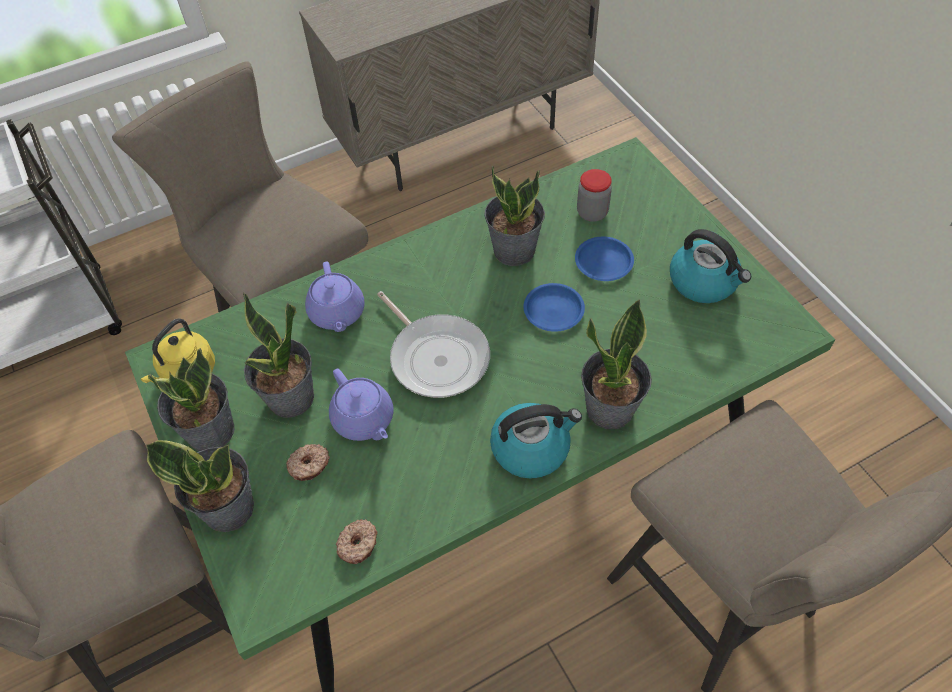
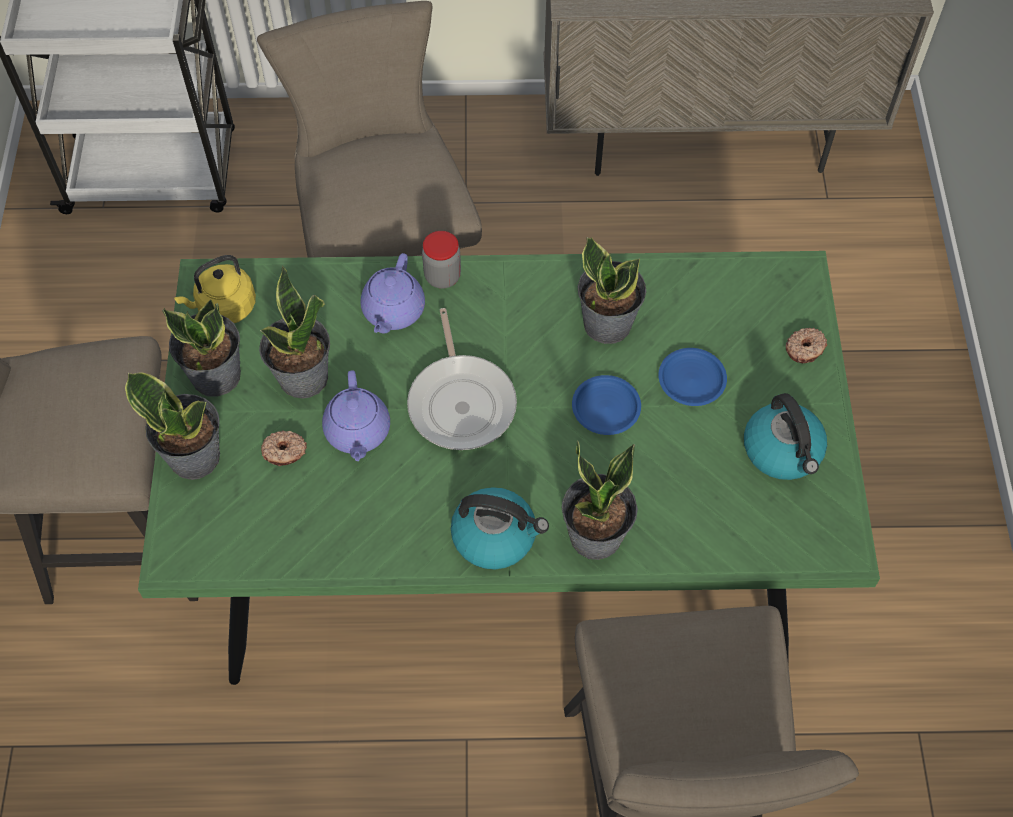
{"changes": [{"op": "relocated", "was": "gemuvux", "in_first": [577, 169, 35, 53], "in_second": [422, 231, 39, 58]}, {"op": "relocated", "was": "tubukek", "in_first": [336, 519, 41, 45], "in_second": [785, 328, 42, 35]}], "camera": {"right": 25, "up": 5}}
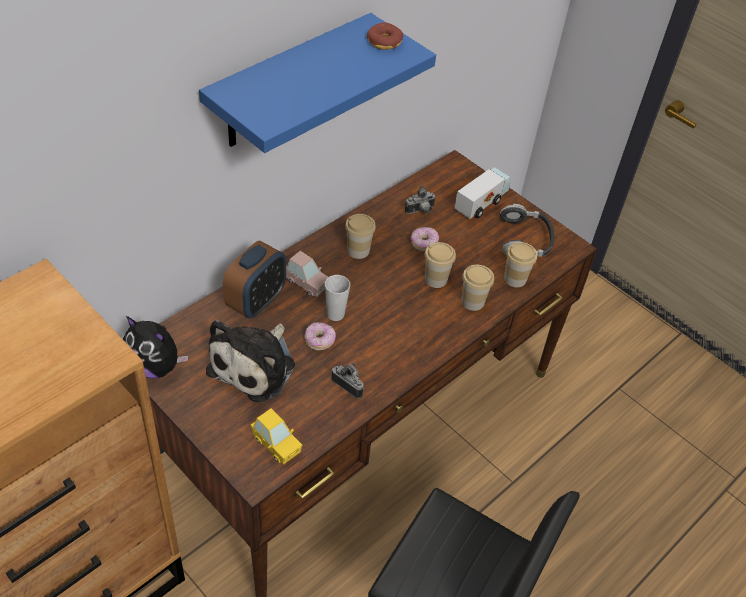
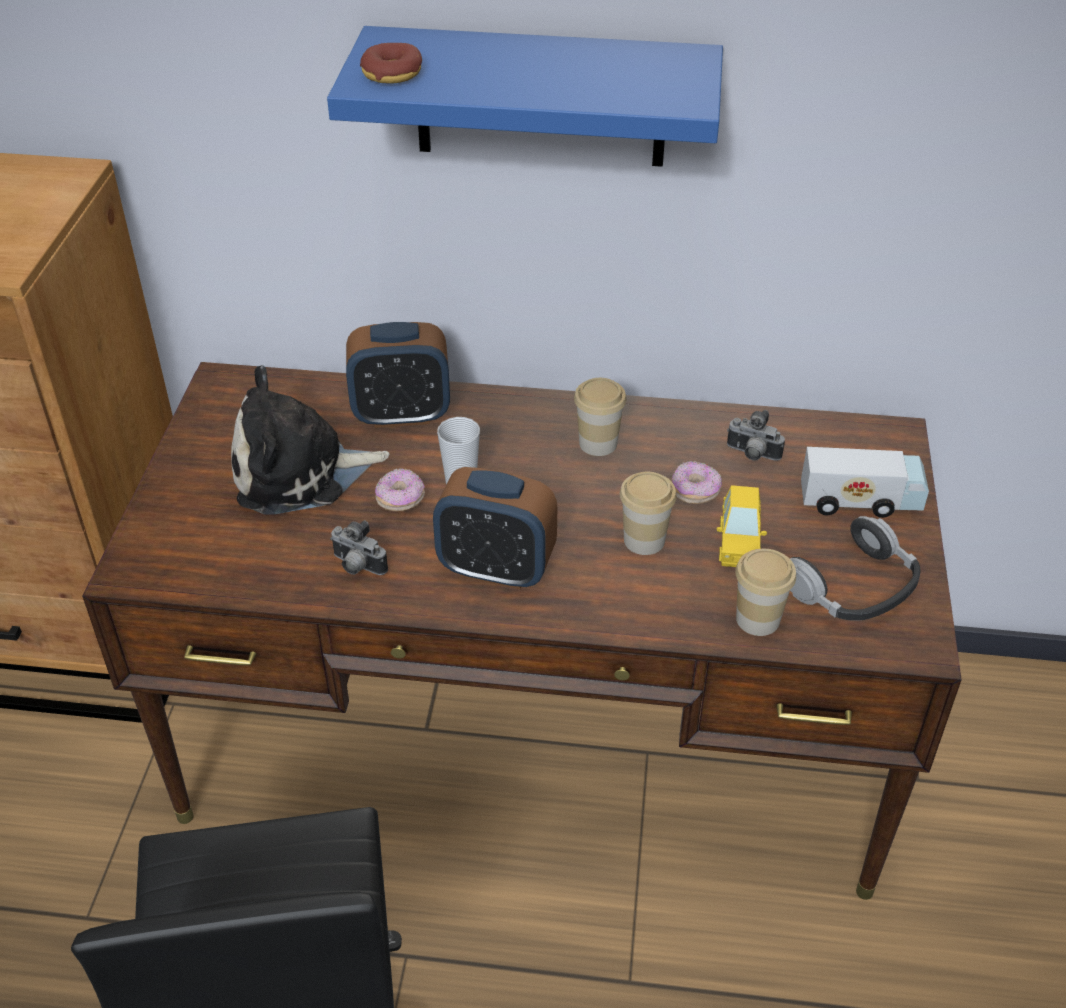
{"changes": [{"op": "spun", "was": "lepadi", "in_first": [331, 362, 33, 37], "in_second": [330, 520, 58, 55], "clockwise": 120}, {"op": "relocated", "was": "tubukek", "in_first": [367, 22, 36, 28], "in_second": [360, 43, 62, 40]}, {"op": "appeared", "now": "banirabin", "in_second": [433, 467, 124, 122]}, {"op": "relocated", "was": "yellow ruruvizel", "in_first": [250, 409, 52, 56], "in_second": [716, 485, 51, 82]}, {"op": "missing", "was": "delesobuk", "in_first": [123, 316, 65, 63]}, {"op": "missing", "was": "pink ruruvizel", "in_first": [286, 251, 42, 46]}, {"op": "missing", "was": "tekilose", "in_first": [461, 265, 33, 46]}], "camera": {"right": 55, "up": -5}}
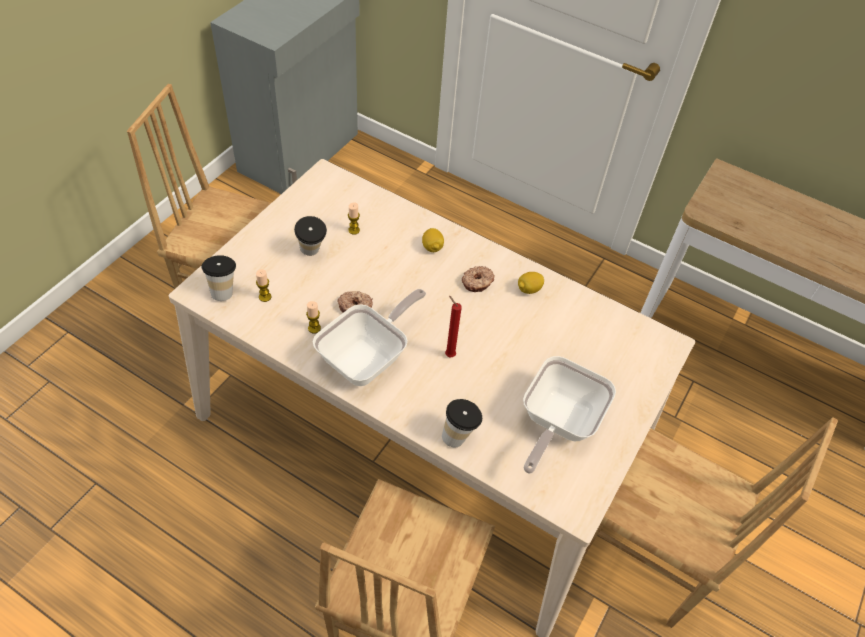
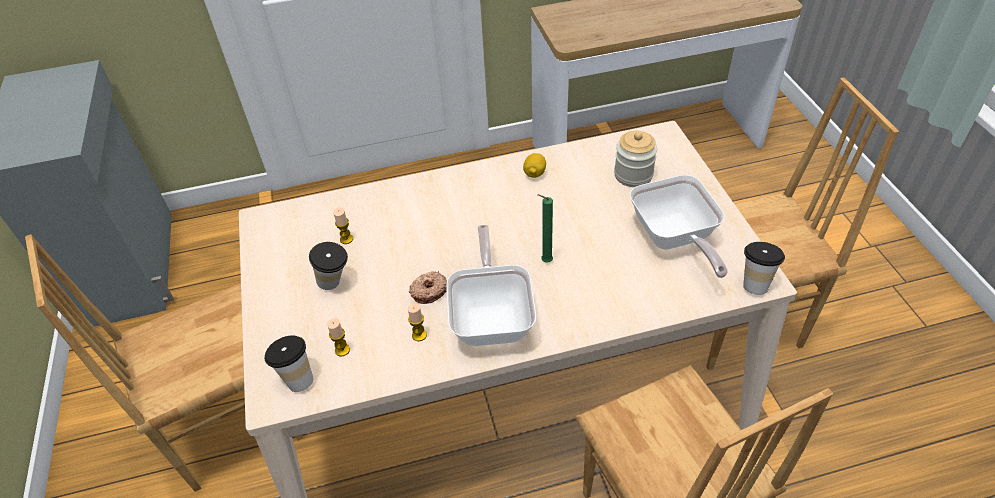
{"changes": [{"op": "colour", "was": "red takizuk", "now": "green takizuk", "in_first": [445, 296, 17, 61], "in_second": [538, 194, 15, 69]}, {"op": "appeared", "now": "gemuvux", "in_second": [614, 131, 43, 56]}, {"op": "relocated", "was": "tekilose", "in_first": [442, 399, 40, 48], "in_second": [743, 242, 42, 53]}, {"op": "missing", "was": "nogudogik", "in_first": [422, 228, 22, 24]}, {"op": "missing", "was": "tubukek", "in_first": [462, 266, 33, 26]}], "camera": {"right": -40, "up": -5}}
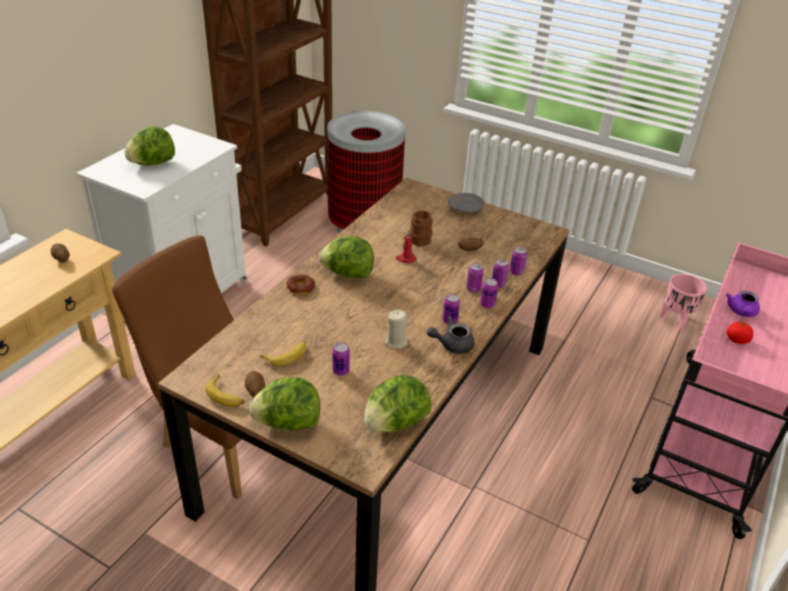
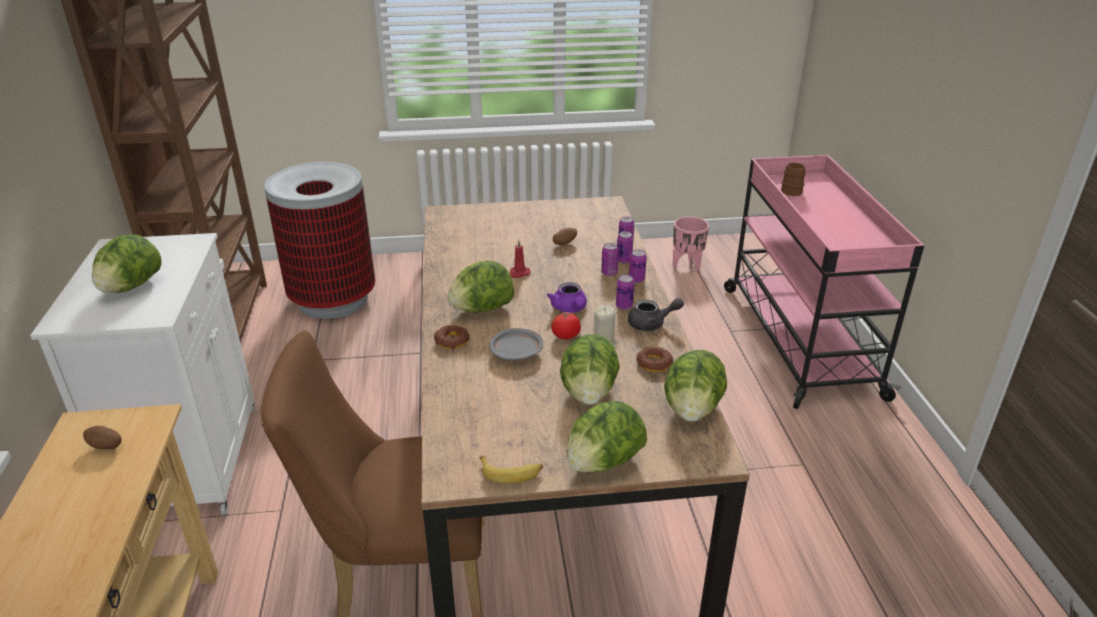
{"changes": [{"op": "relocated", "was": "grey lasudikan", "in_first": [448, 193, 37, 19], "in_second": [489, 328, 54, 32]}, {"op": "relocated", "was": "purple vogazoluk", "in_first": [726, 291, 34, 26], "in_second": [547, 282, 40, 31]}, {"op": "relocated", "was": "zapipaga", "in_first": [727, 320, 26, 24], "in_second": [551, 312, 30, 27]}, {"op": "exchanged", "was": "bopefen", "now": "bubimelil", "in_first": [332, 342, 18, 34], "in_second": [560, 334, 60, 71]}, {"op": "spun", "was": "grey vogazoluk", "in_first": [427, 317, 48, 37], "in_second": [628, 298, 56, 33], "clockwise": -135}, {"op": "appeared", "now": "tubukek", "in_second": [637, 347, 36, 25]}, {"op": "relocated", "was": "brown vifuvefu", "in_first": [410, 210, 23, 36], "in_second": [781, 162, 25, 34]}, {"op": "missing", "was": "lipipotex", "in_first": [245, 371, 20, 27]}, {"op": "missing", "was": "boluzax", "in_first": [260, 341, 46, 26]}], "camera": {"right": -35, "up": -5}}
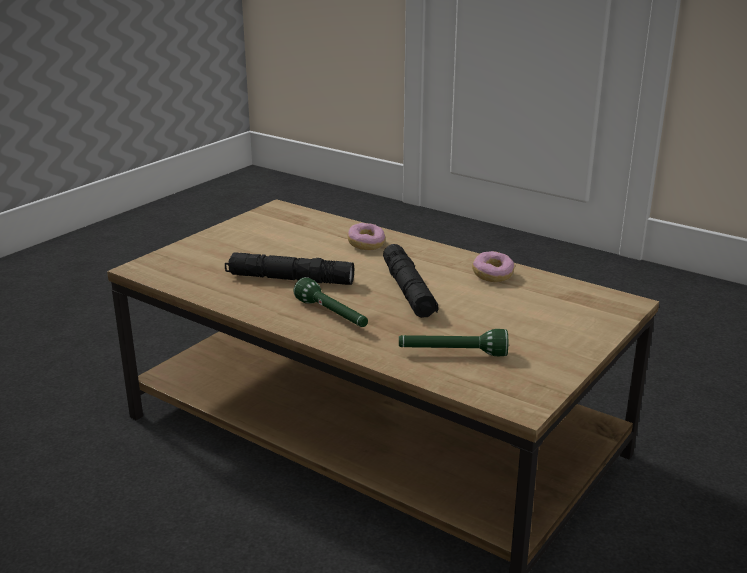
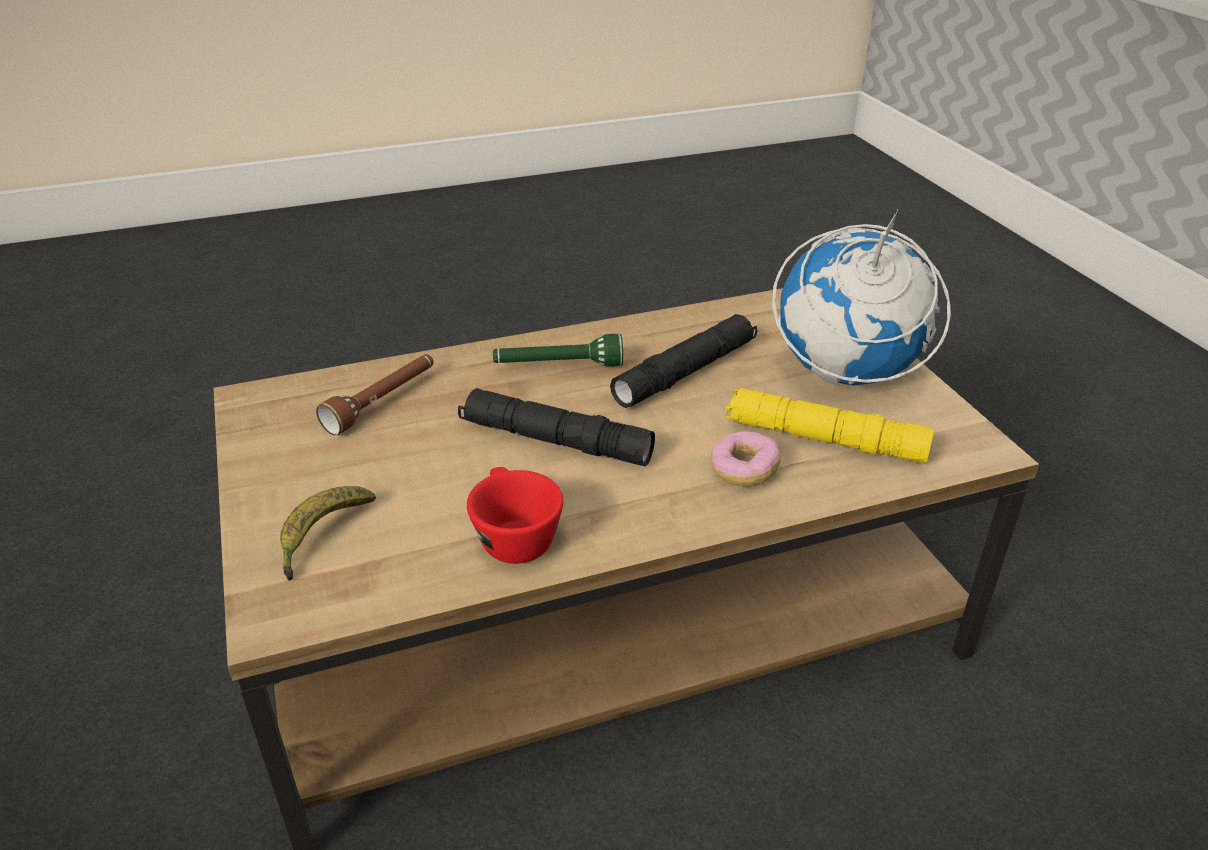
{"changes": [{"op": "appeared", "now": "boluzax", "in_second": [280, 486, 96, 95]}, {"op": "colour", "was": "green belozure", "now": "brown belozure", "in_first": [399, 329, 109, 27], "in_second": [316, 354, 118, 81]}, {"op": "exchanged", "was": "tubukek", "now": "red tekilose", "in_first": [472, 251, 43, 31], "in_second": [467, 467, 96, 97]}, {"op": "appeared", "now": "yellow belozure", "in_second": [725, 388, 209, 76]}, {"op": "appeared", "now": "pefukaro", "in_second": [772, 206, 179, 180]}], "camera": {"right": 125, "up": 10}}
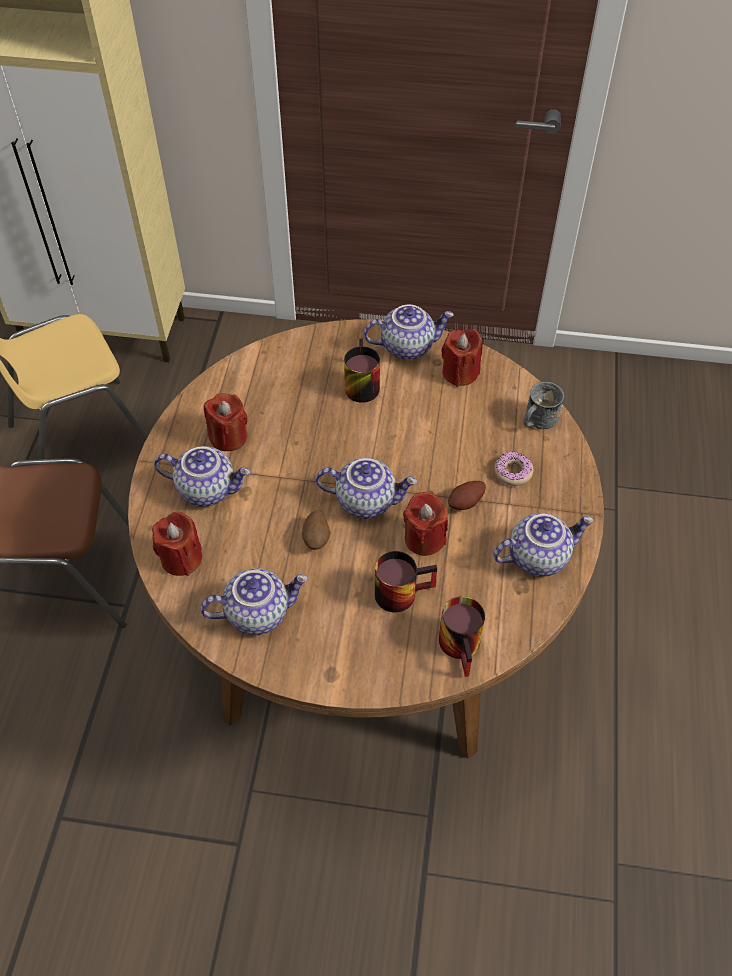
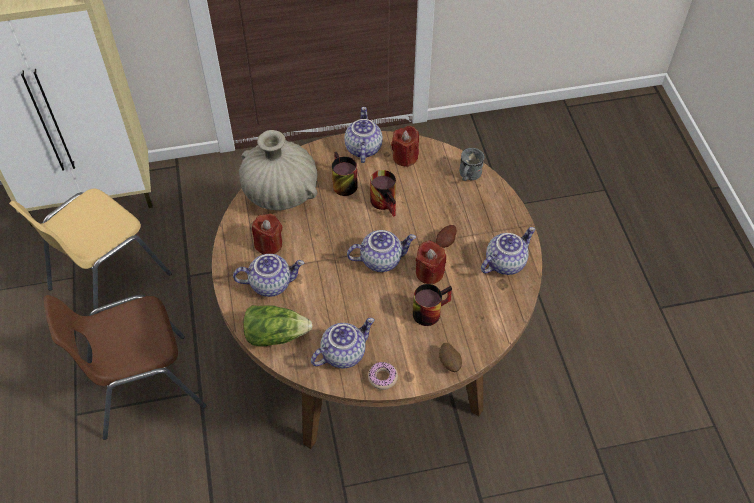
{"changes": [{"op": "appeared", "now": "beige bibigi", "in_second": [239, 130, 79, 80]}, {"op": "exchanged", "was": "red takizuk", "now": "bubimelil", "in_first": [152, 512, 50, 64], "in_second": [243, 305, 70, 42]}, {"op": "spun", "was": "vogazoluk", "in_first": [364, 305, 90, 55], "in_second": [345, 107, 38, 56], "clockwise": -60}, {"op": "relocated", "was": "tubukek", "in_first": [494, 452, 39, 34], "in_second": [368, 362, 30, 28]}, {"op": "relocated", "was": "vifuvefu", "in_first": [439, 596, 46, 81], "in_second": [370, 170, 26, 47]}, {"op": "relocated", "was": "lipipotex", "in_first": [302, 510, 28, 40], "in_second": [439, 343, 23, 29]}], "camera": {"right": -20, "up": 0}}
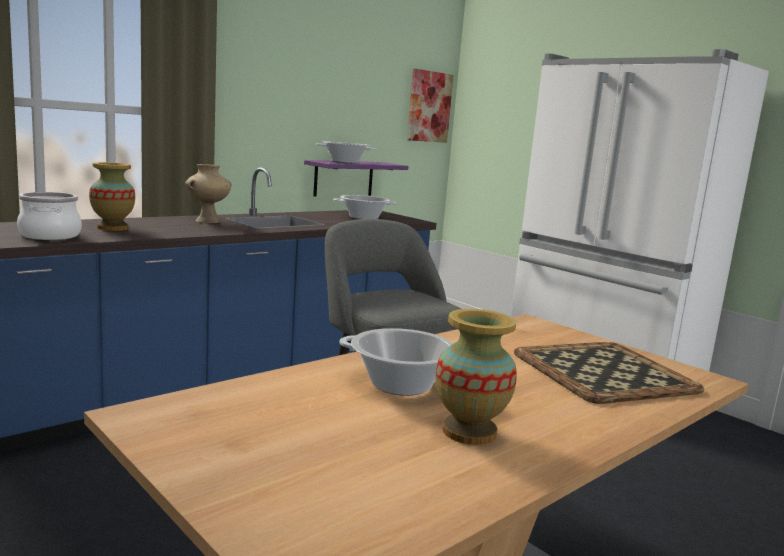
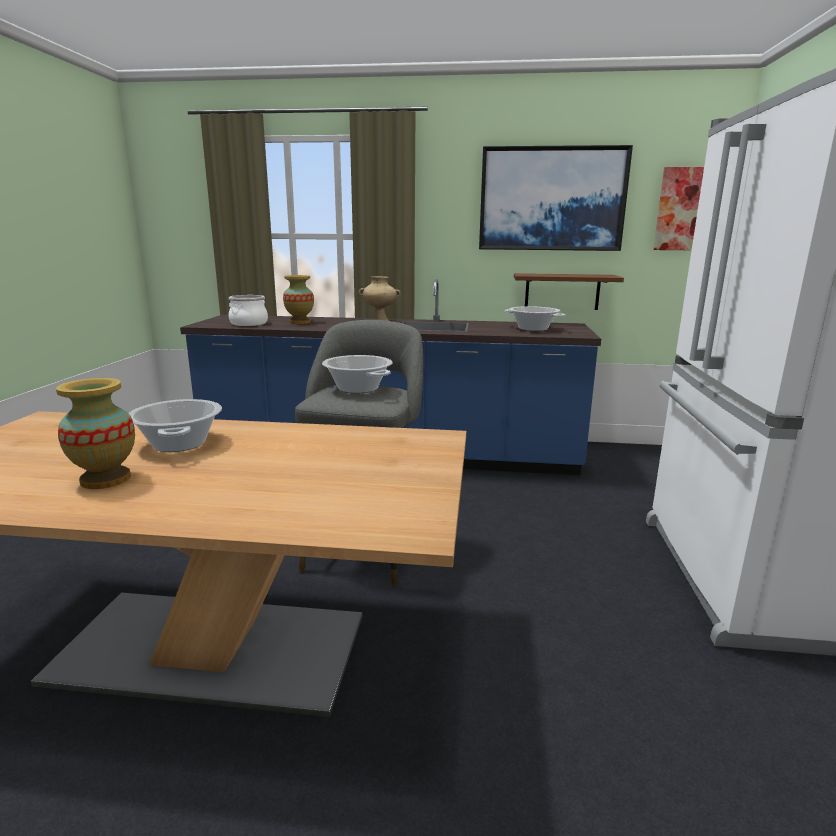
{"changes": [{"op": "relocated", "was": "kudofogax", "in_first": [316, 141, 61, 23], "in_second": [322, 355, 70, 38]}, {"op": "appeared", "now": "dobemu", "in_second": [479, 145, 154, 106]}, {"op": "colour", "was": "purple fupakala", "now": "brown fupakala", "in_first": [304, 160, 104, 37], "in_second": [514, 273, 110, 37]}, {"op": "missing", "was": "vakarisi", "in_first": [514, 342, 190, 62]}], "camera": {"right": 50, "up": 5}}
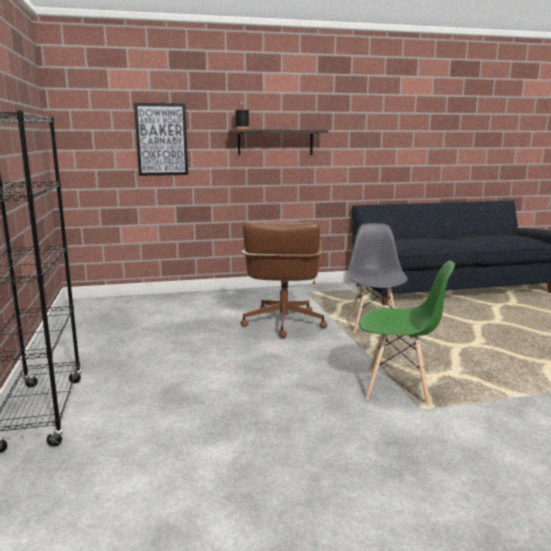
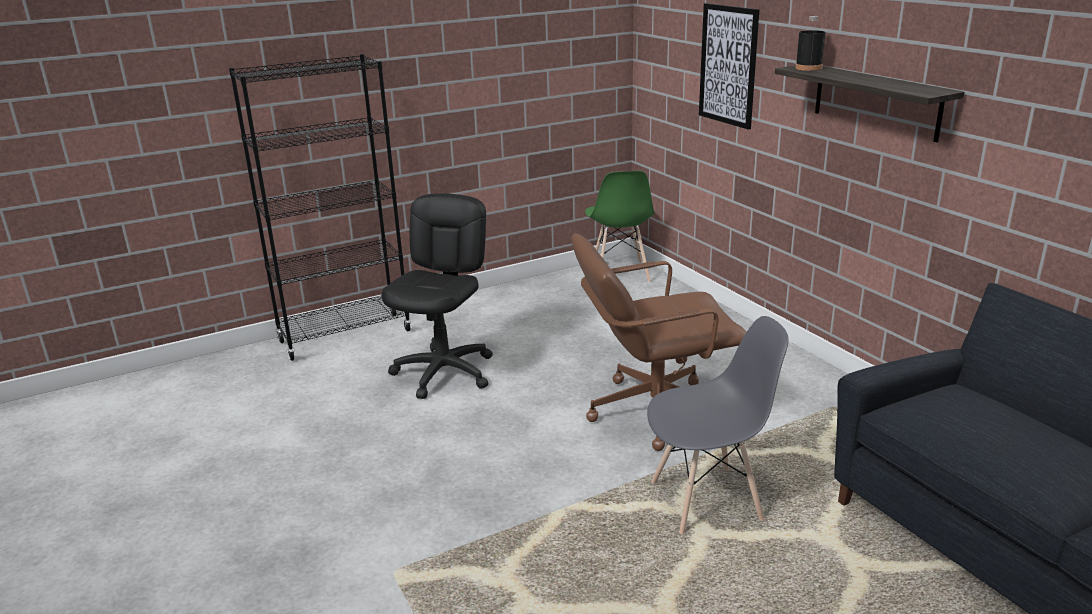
{"changes": [{"op": "appeared", "now": "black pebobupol", "in_second": [382, 194, 111, 205]}, {"op": "relocated", "was": "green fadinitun", "in_first": [359, 261, 96, 144], "in_second": [585, 171, 70, 112]}], "camera": {"right": 75, "up": 10}}
